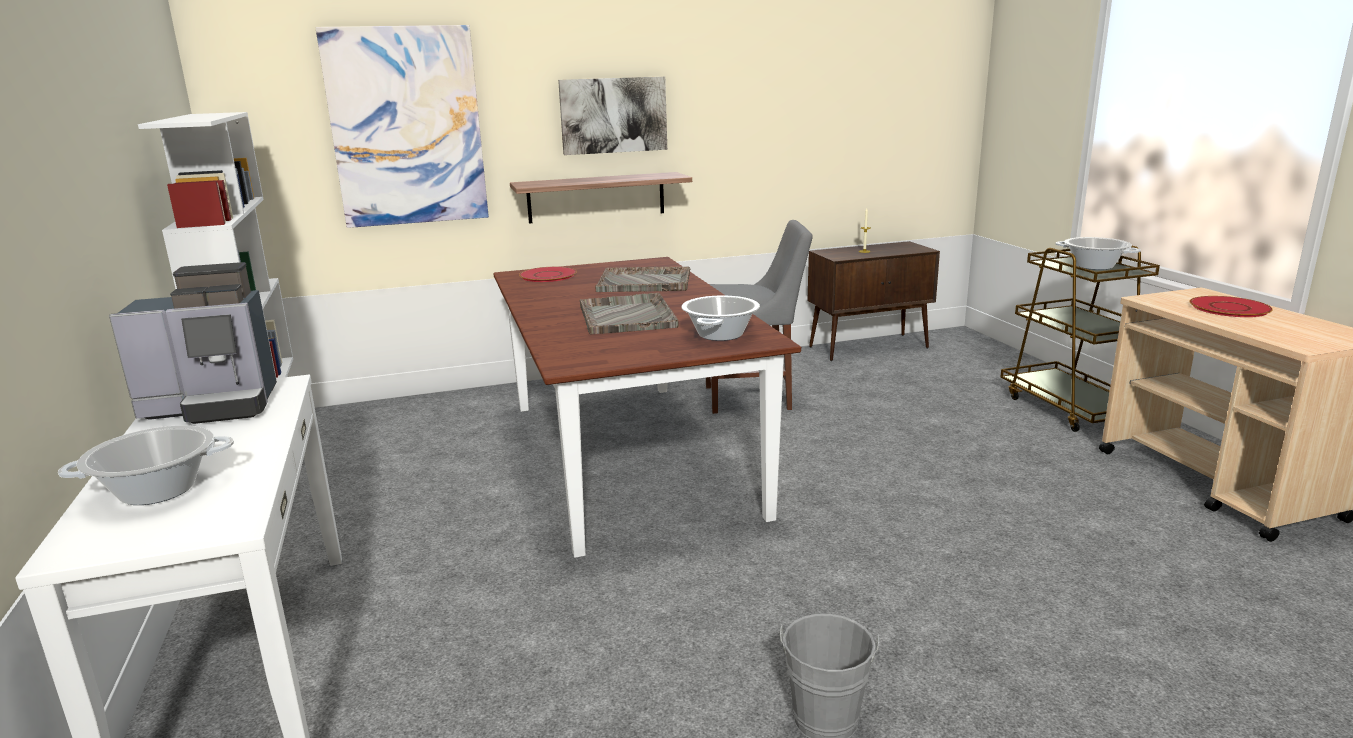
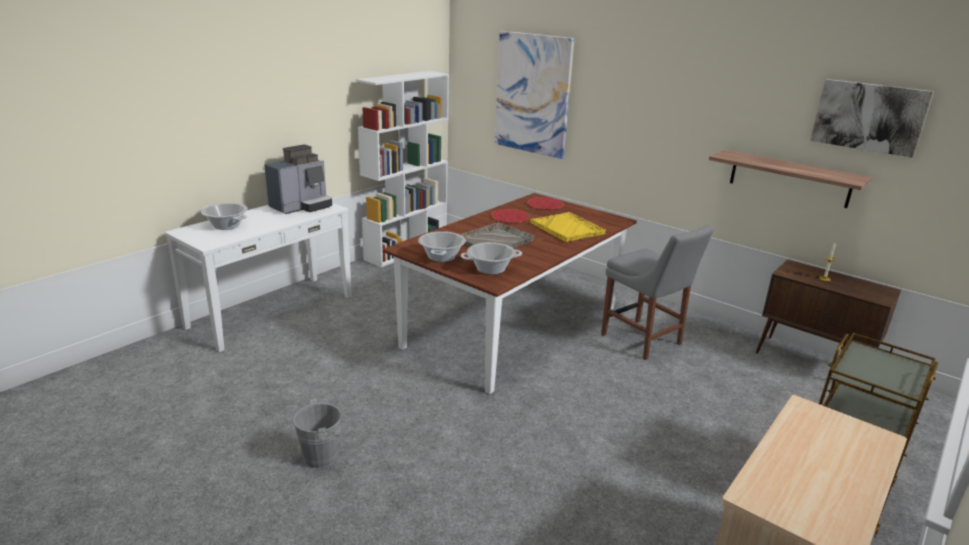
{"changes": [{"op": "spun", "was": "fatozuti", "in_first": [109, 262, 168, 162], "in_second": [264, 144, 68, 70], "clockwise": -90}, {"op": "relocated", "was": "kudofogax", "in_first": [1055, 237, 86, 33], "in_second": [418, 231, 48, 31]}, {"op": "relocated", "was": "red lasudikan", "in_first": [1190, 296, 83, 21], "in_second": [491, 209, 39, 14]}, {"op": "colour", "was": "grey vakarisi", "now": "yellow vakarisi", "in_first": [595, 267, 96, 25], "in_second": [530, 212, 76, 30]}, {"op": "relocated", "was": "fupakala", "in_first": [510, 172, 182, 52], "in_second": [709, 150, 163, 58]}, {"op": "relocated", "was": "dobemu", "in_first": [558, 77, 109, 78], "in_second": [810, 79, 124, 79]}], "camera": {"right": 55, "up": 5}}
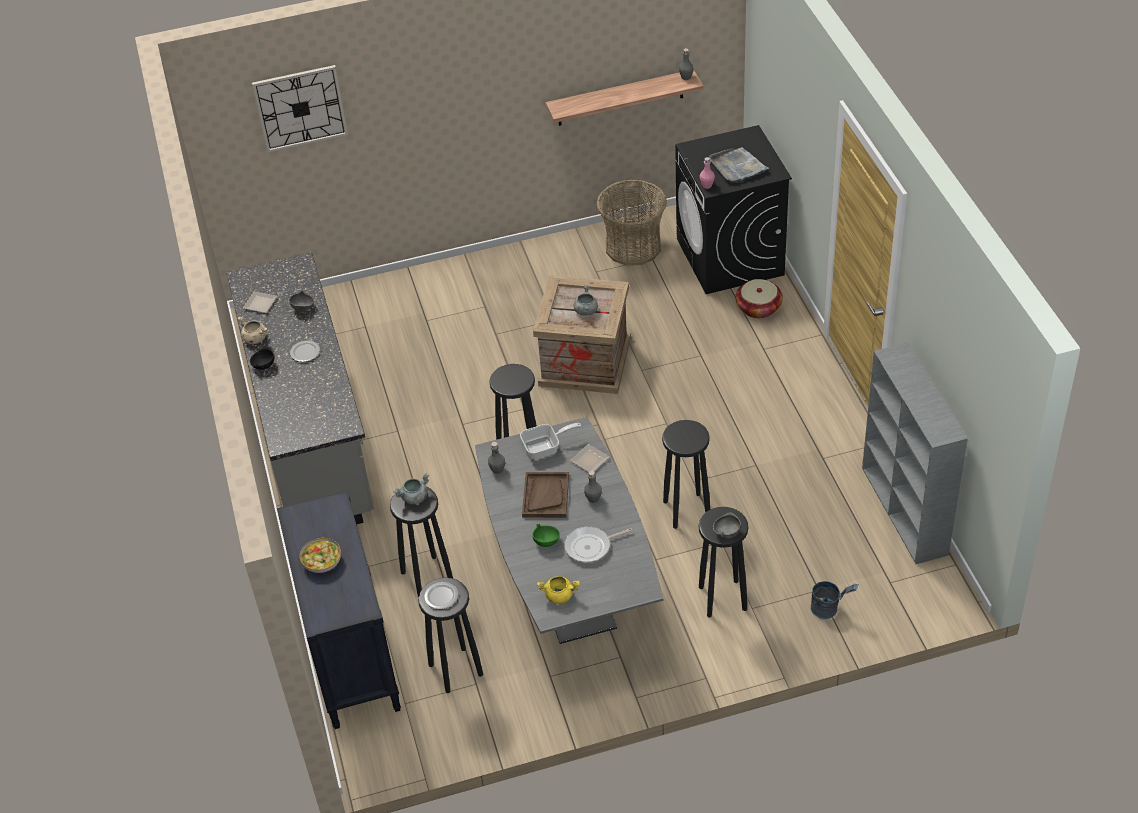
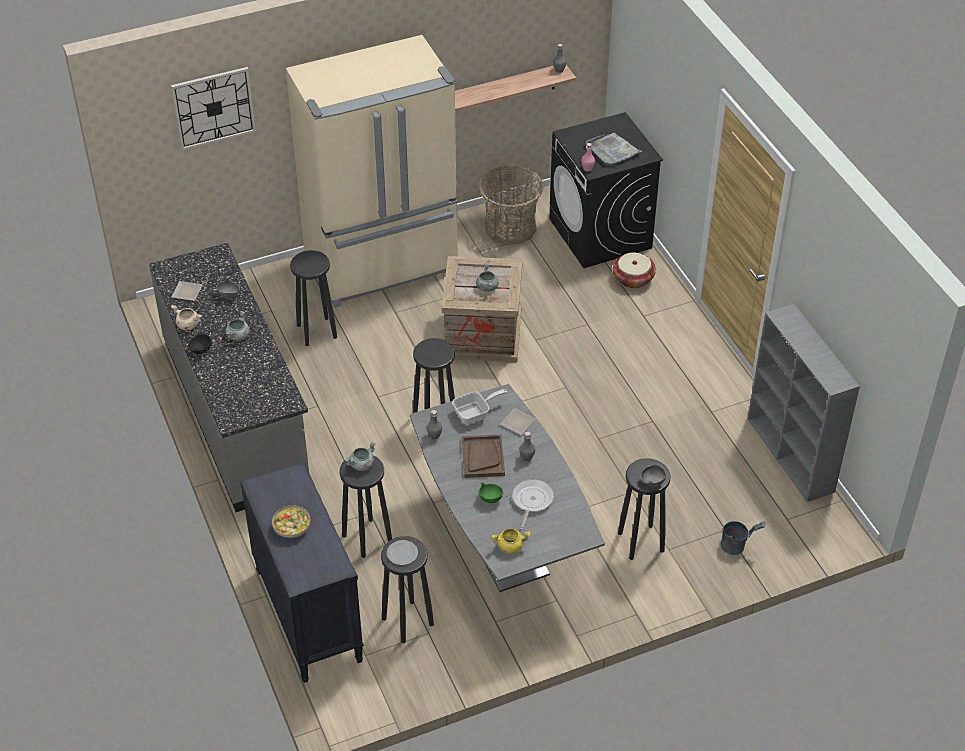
{"changes": [{"op": "exchanged", "was": "lasudikan", "now": "grey kudofogax", "in_first": [290, 341, 30, 21], "in_second": [226, 311, 24, 30]}, {"op": "appeared", "now": "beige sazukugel", "in_second": [286, 35, 172, 273]}, {"op": "relocated", "was": "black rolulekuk", "in_first": [662, 420, 48, 109], "in_second": [290, 250, 47, 96]}, {"op": "spun", "was": "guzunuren", "in_first": [564, 526, 68, 36], "in_second": [512, 479, 42, 51], "clockwise": 135}], "camera": {"right": -10, "up": 0}}
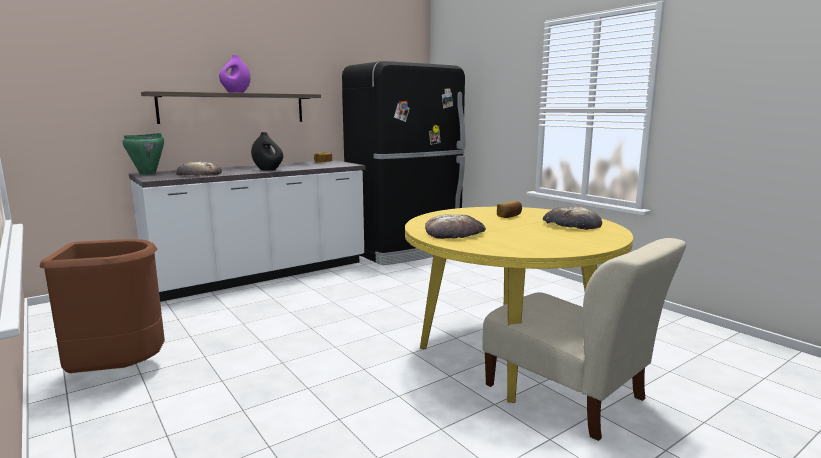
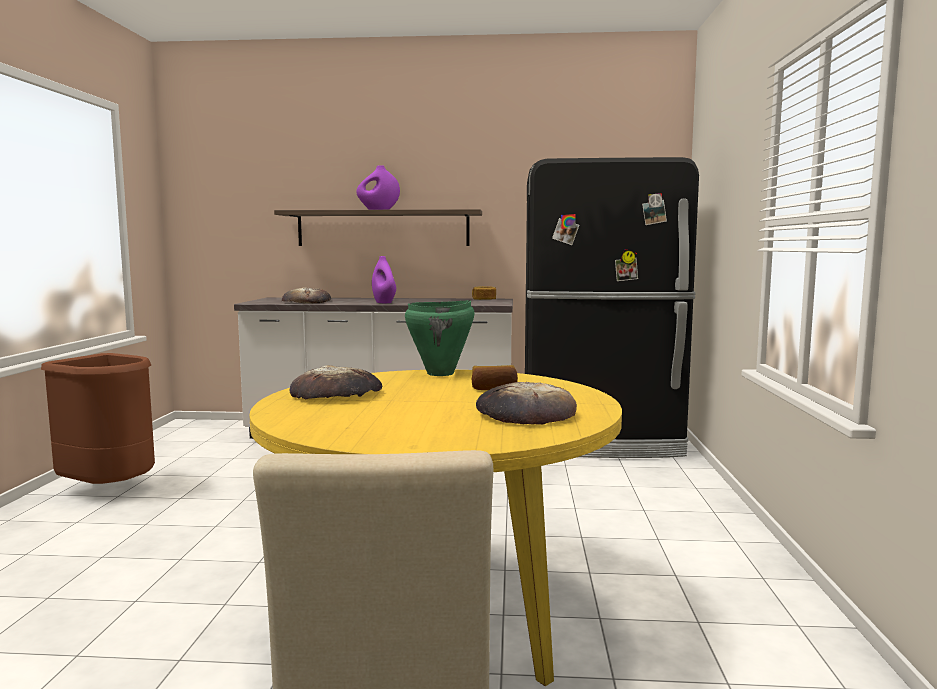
{"changes": [{"op": "colour", "was": "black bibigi", "now": "purple bibigi", "in_first": [251, 132, 32, 39], "in_second": [372, 256, 24, 47]}, {"op": "relocated", "was": "green kudofogax", "in_first": [123, 133, 41, 42], "in_second": [405, 300, 70, 76]}], "camera": {"right": 40, "up": -5}}
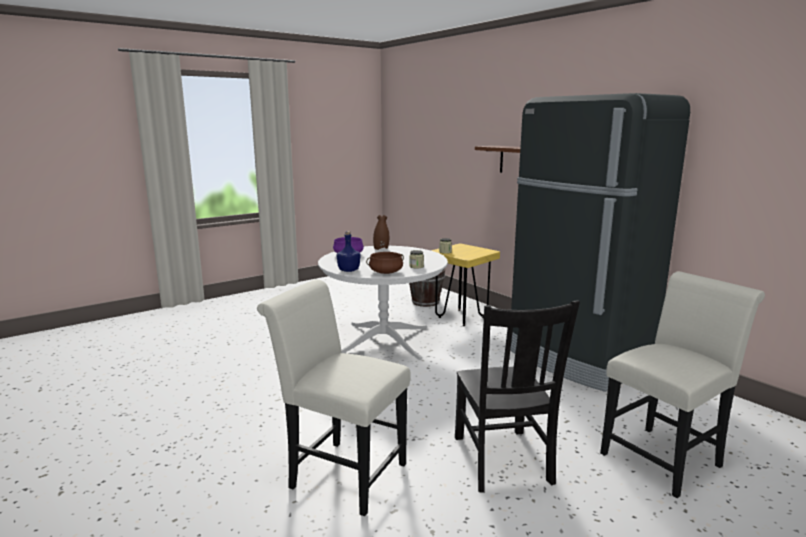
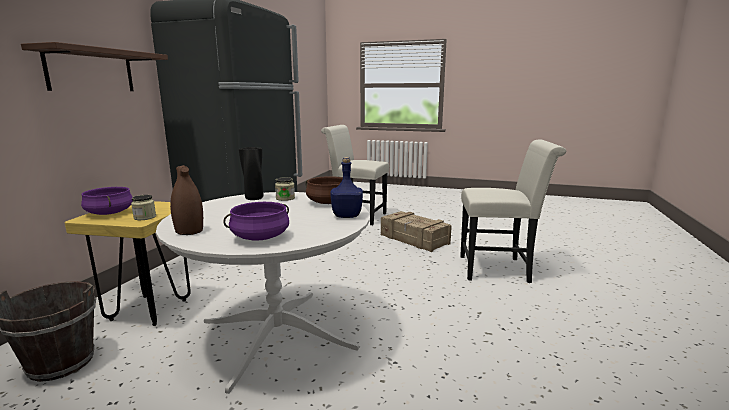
{"changes": [{"op": "appeared", "now": "purple kudofogax", "in_second": [81, 187, 51, 28]}, {"op": "appeared", "now": "black bibigi", "in_second": [239, 147, 25, 53]}, {"op": "exchanged", "was": "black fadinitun", "now": "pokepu", "in_first": [455, 301, 125, 192], "in_second": [381, 211, 71, 41]}, {"op": "spun", "was": "white fadinitun", "in_first": [257, 279, 153, 237], "in_second": [460, 139, 106, 144], "clockwise": -75}], "camera": {"right": -125, "up": 0}}
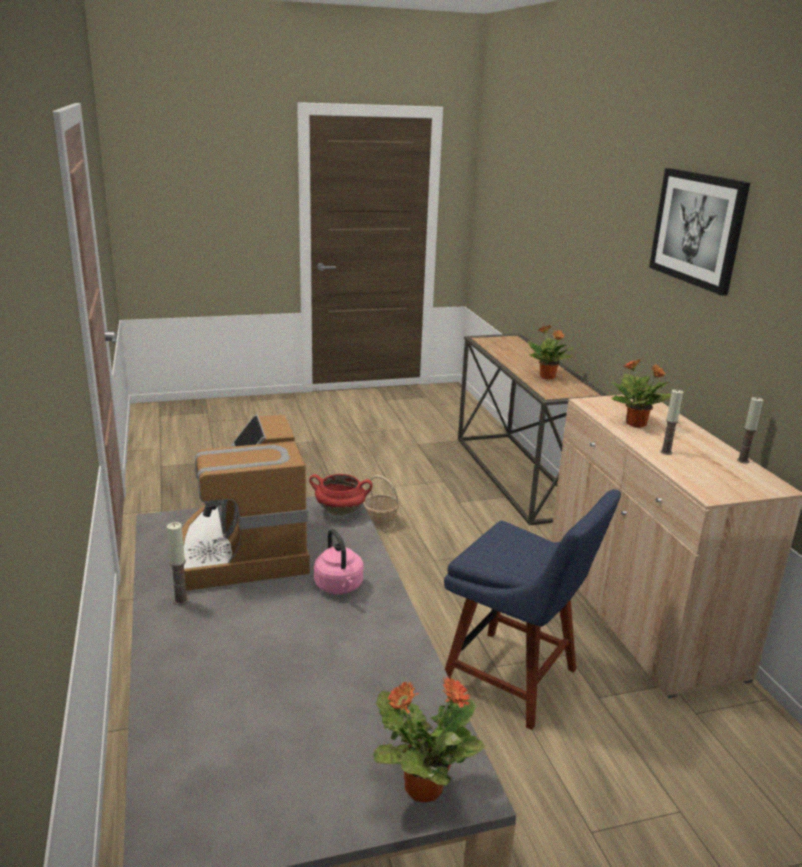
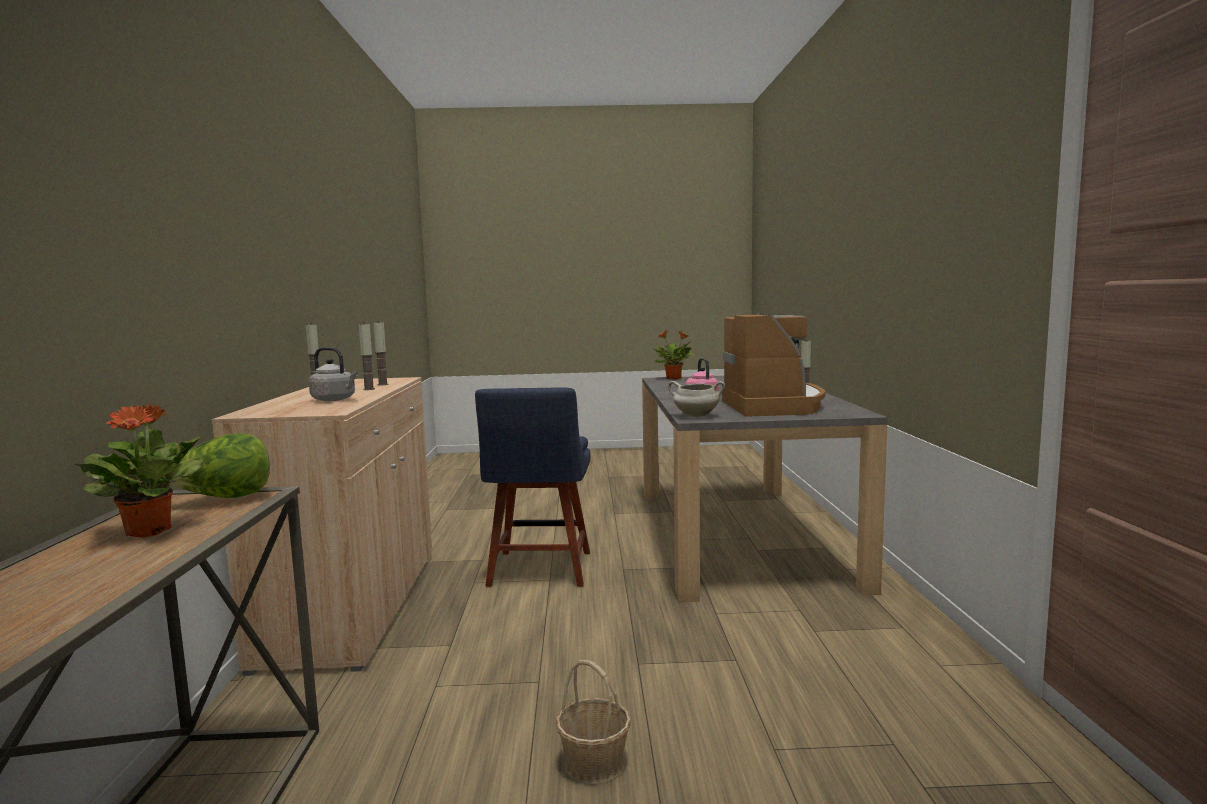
{"changes": [{"op": "appeared", "now": "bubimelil", "in_second": [169, 433, 101, 65]}, {"op": "exchanged", "was": "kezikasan", "now": "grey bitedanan", "in_first": [611, 359, 60, 69], "in_second": [309, 347, 49, 54]}, {"op": "appeared", "now": "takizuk", "in_second": [373, 321, 16, 64]}, {"op": "spun", "was": "blue fadinitun", "in_first": [444, 489, 177, 241], "in_second": [475, 387, 115, 200], "clockwise": -135}, {"op": "colour", "was": "red kudofogax", "now": "white kudofogax", "in_first": [309, 474, 64, 42], "in_second": [668, 381, 57, 36]}, {"op": "missing", "was": "dobemu", "in_first": [649, 168, 101, 128]}], "camera": {"right": -165, "up": -15}}
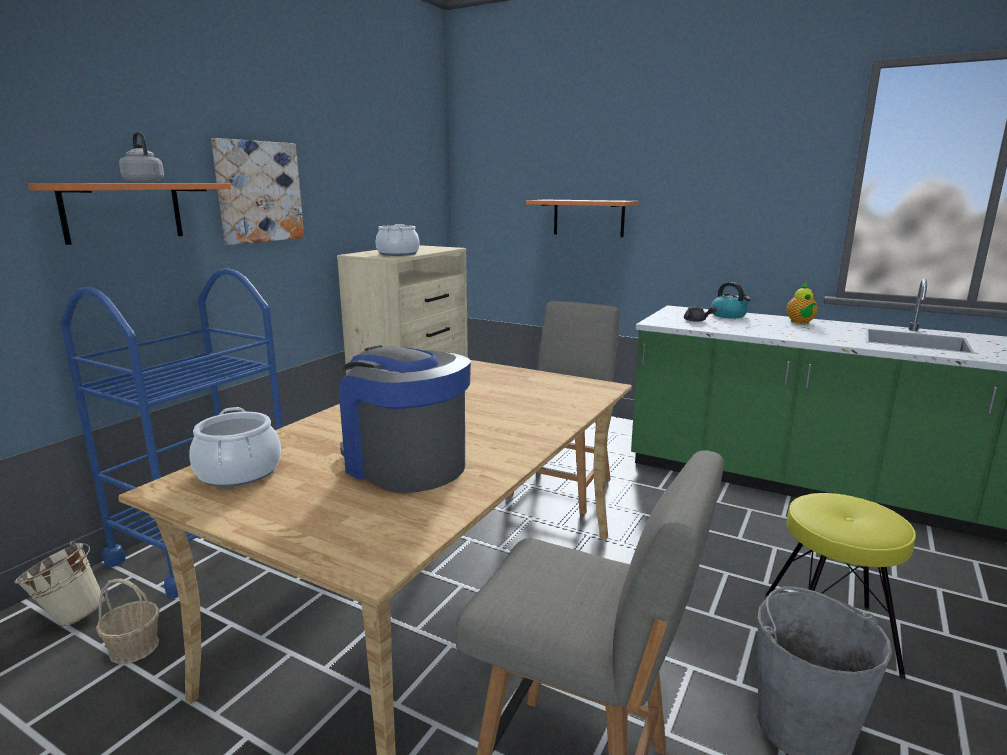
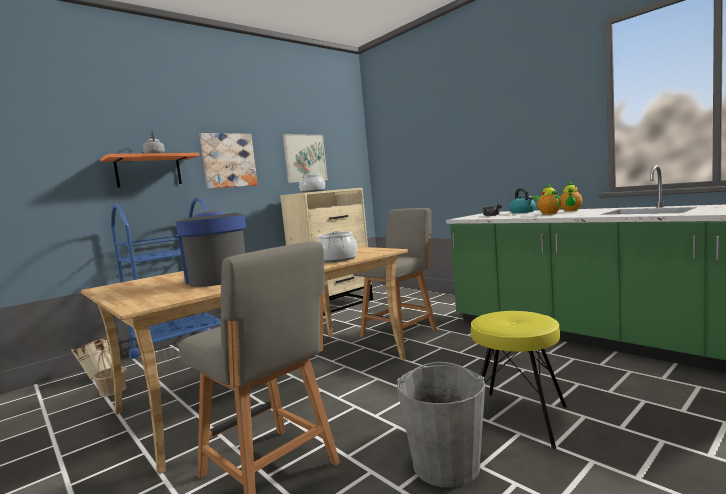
{"changes": [{"op": "appeared", "now": "dobemu", "in_second": [283, 134, 45, 49]}, {"op": "relocated", "was": "kudofogax", "in_first": [189, 407, 92, 80], "in_second": [317, 231, 40, 31]}, {"op": "appeared", "now": "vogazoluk", "in_second": [533, 183, 28, 32]}, {"op": "missing", "was": "orange fupakala", "in_first": [526, 200, 112, 37]}], "camera": {"right": 20, "up": -10}}
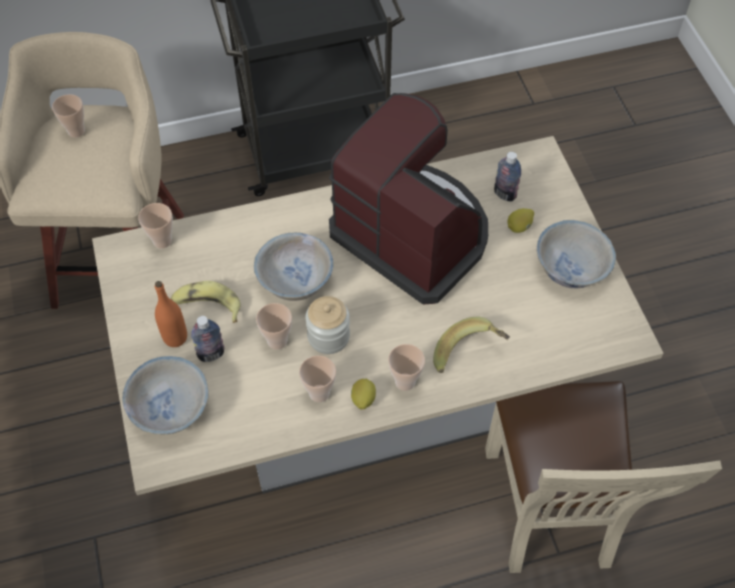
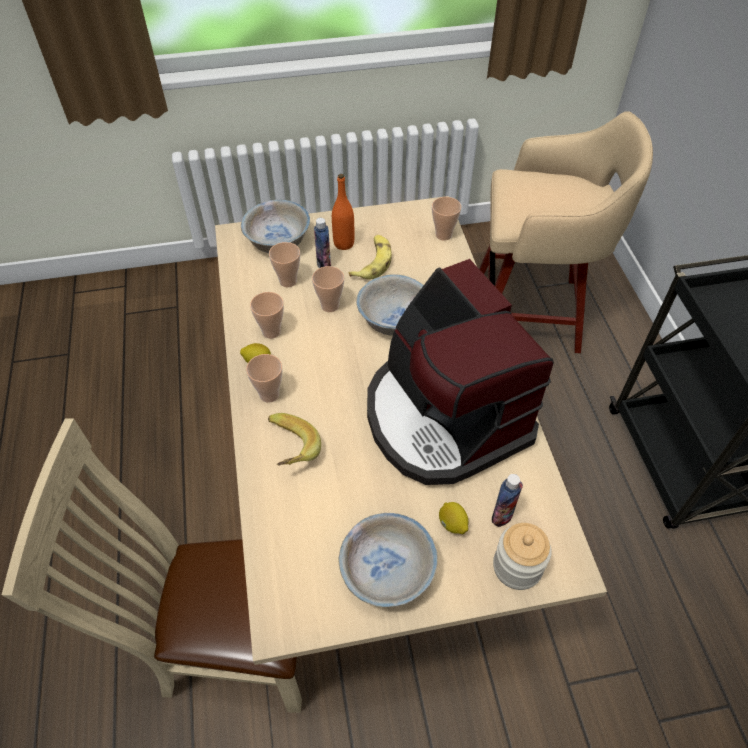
{"changes": [{"op": "relocated", "was": "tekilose", "in_first": [52, 94, 33, 44], "in_second": [269, 242, 31, 45]}, {"op": "spun", "was": "fatozuti", "in_first": [329, 93, 159, 211], "in_second": [367, 259, 187, 226], "clockwise": 105}, {"op": "relocated", "was": "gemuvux", "in_first": [306, 296, 44, 58], "in_second": [493, 523, 59, 67]}], "camera": {"right": 95, "up": -5}}
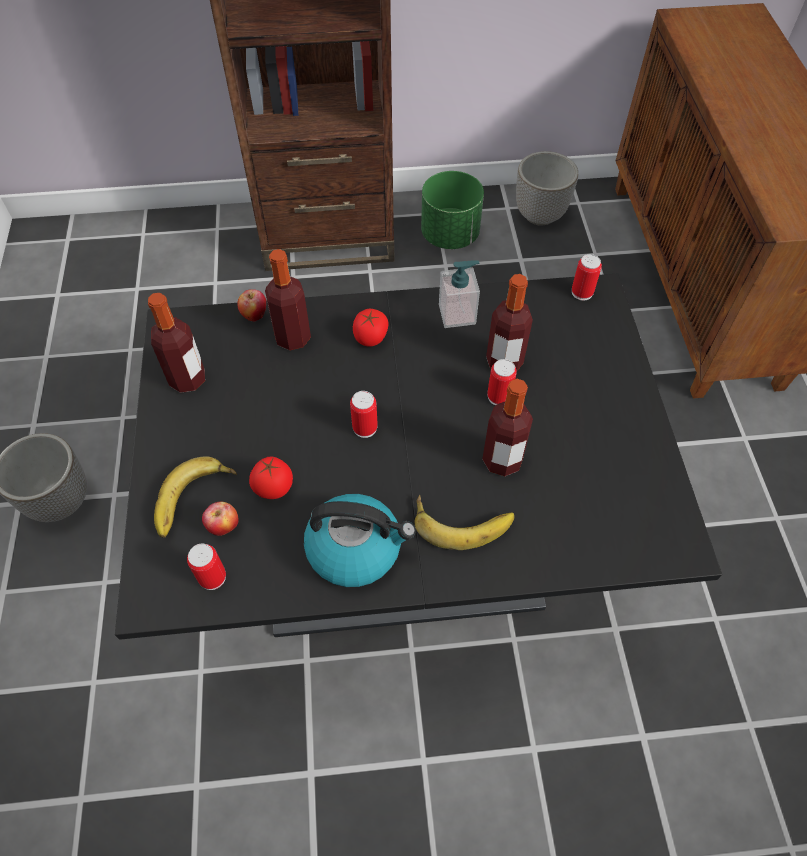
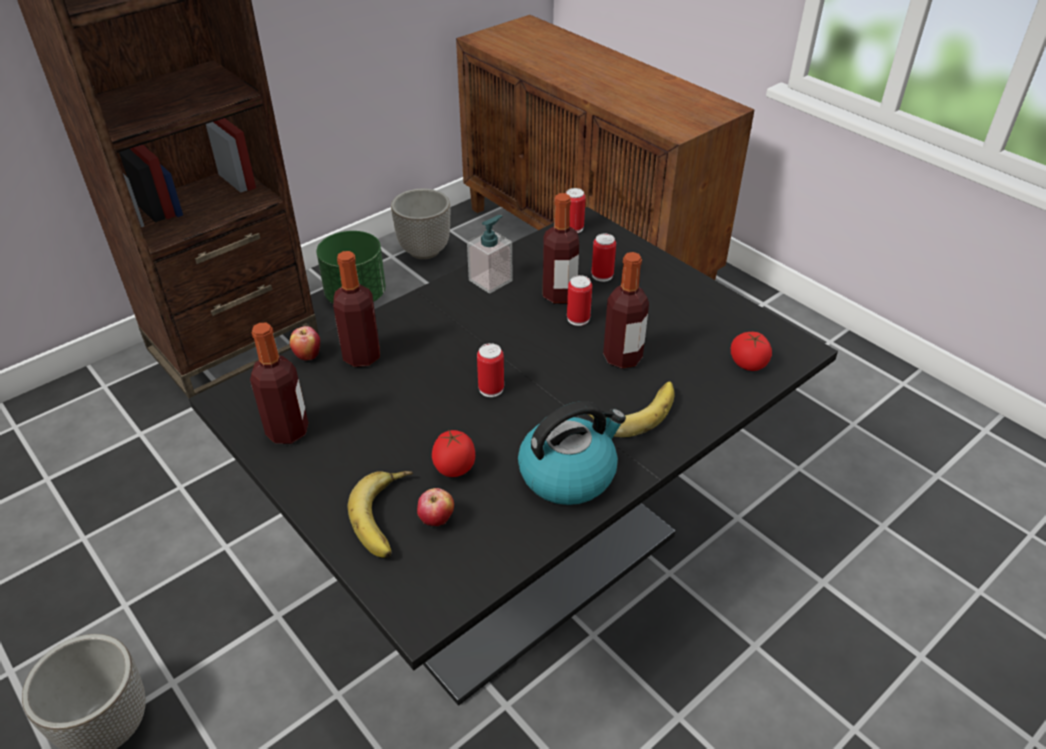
{"changes": [{"op": "relocated", "was": "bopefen", "in_first": [187, 544, 39, 46], "in_second": [592, 234, 24, 48]}, {"op": "relocated", "was": "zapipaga", "in_first": [353, 309, 36, 38], "in_second": [731, 332, 41, 39]}], "camera": {"right": -35, "up": -15}}
